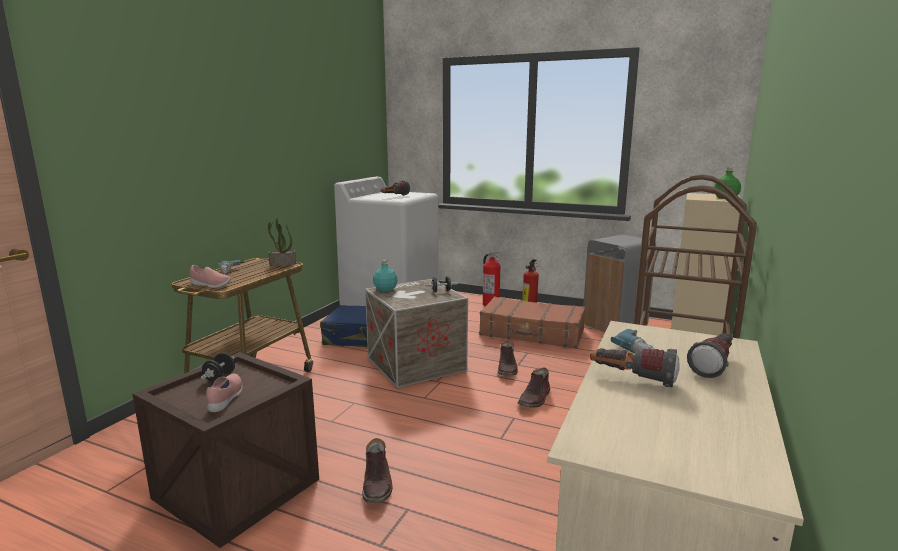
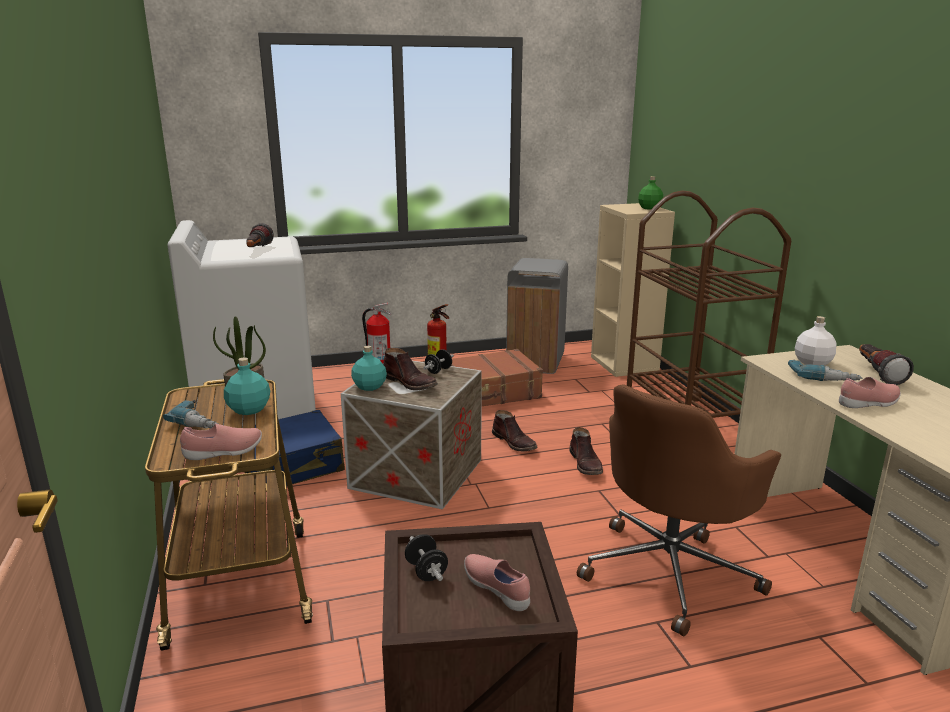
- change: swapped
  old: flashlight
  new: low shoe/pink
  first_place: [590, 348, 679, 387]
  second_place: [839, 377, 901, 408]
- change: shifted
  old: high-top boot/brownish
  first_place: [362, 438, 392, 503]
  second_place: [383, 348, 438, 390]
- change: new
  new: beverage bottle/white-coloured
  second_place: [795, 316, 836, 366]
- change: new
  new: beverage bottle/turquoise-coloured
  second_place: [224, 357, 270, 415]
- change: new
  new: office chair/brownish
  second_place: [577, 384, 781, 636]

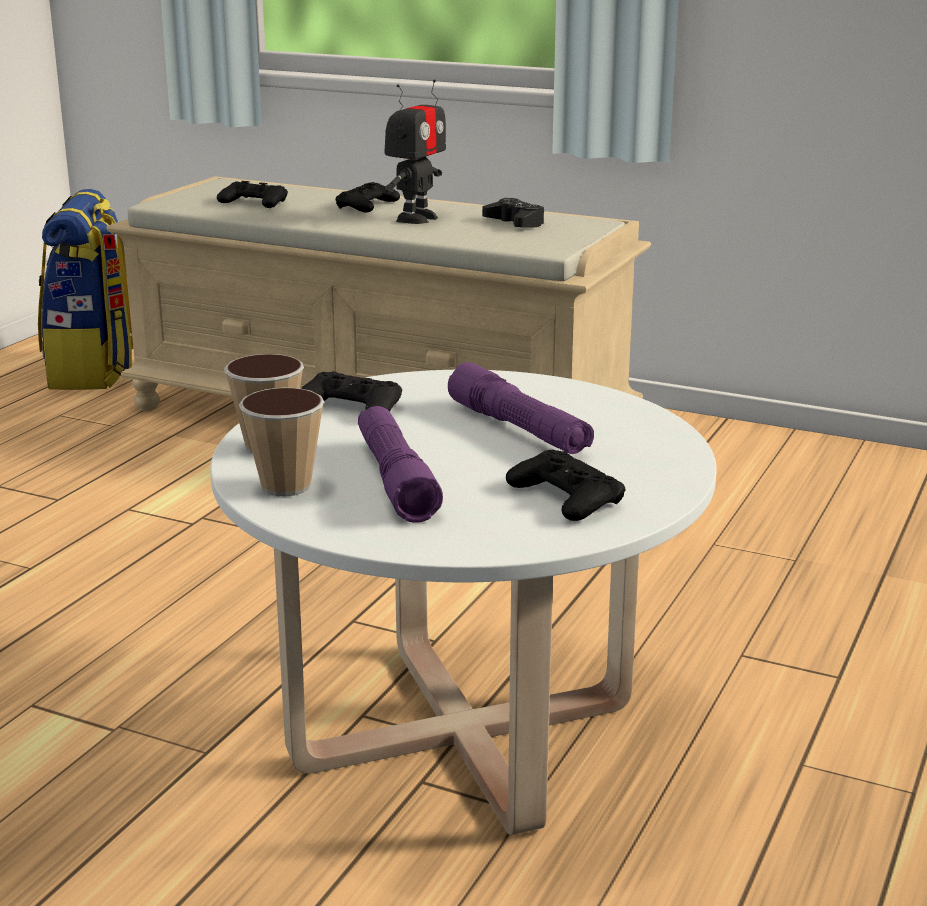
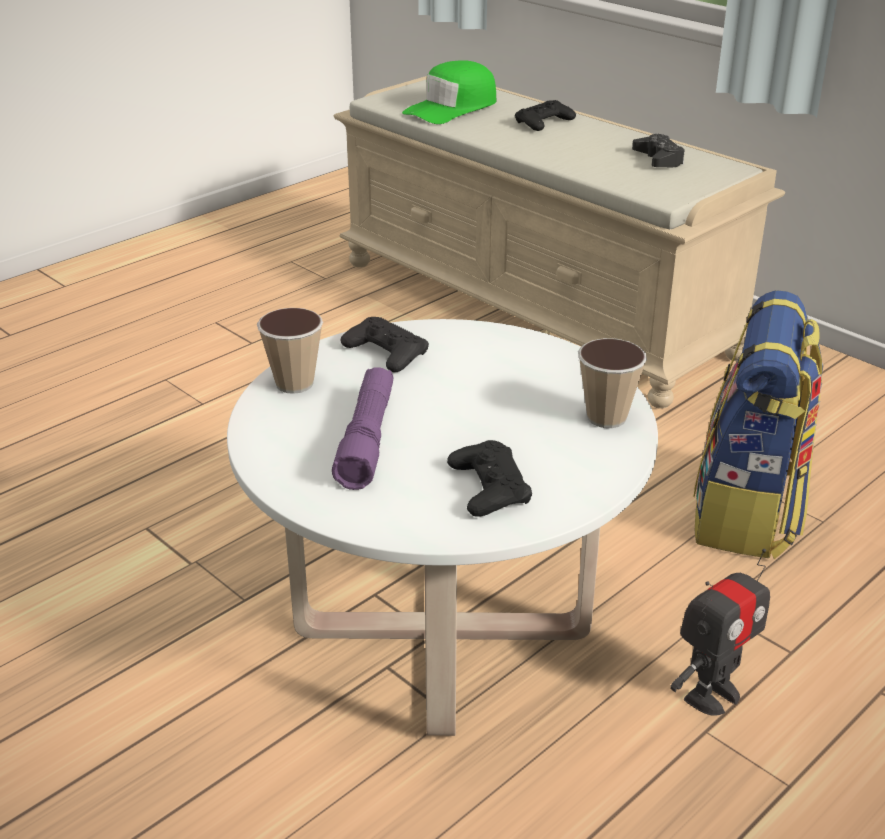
- change: shifted
  old: robot figure
  first_place: [384, 80, 446, 224]
  second_place: [670, 549, 770, 716]
- change: swapped
  old: joypad/black
  new: cap/green
  first_place: [217, 181, 288, 208]
  second_place: [402, 60, 497, 124]
- change: shifted
  old: backpack
  first_place: [38, 189, 133, 390]
  second_place: [693, 290, 824, 559]
- change: gone
  old: flashlight/purple
  first_place: [448, 362, 594, 454]
- change: shifted
  old: cup
  first_place: [239, 387, 325, 496]
  second_place: [578, 338, 647, 428]

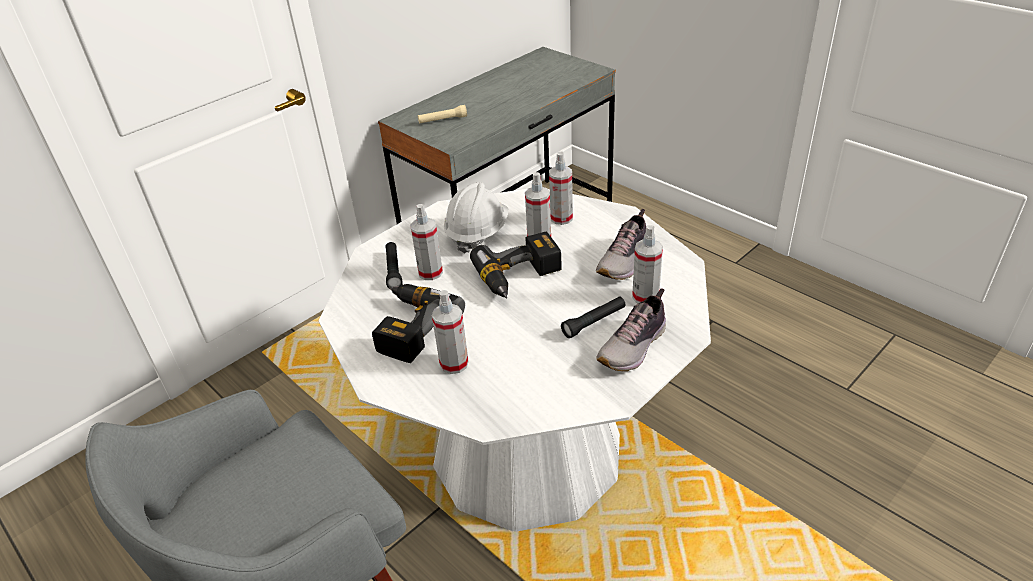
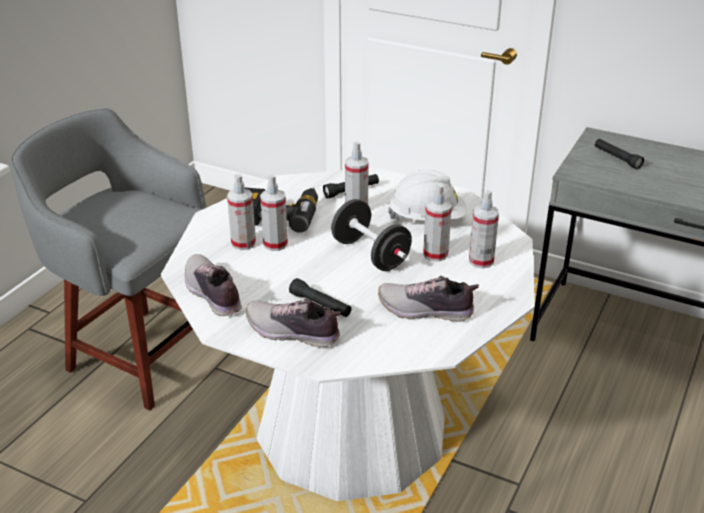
- change: repainted
  old: flashlight/sand-coloured
  new: flashlight/black
  first_place: [418, 105, 467, 124]
  second_place: [595, 139, 644, 169]
- change: shifted
  old: spray bottle
  first_place: [632, 225, 663, 303]
  second_place: [260, 174, 288, 251]
- change: swapped
  old: drill
  new: hand weight/black
  first_place: [470, 231, 562, 299]
  second_place: [331, 199, 412, 271]
- change: new
  new: low shoe
  second_place: [185, 254, 242, 316]

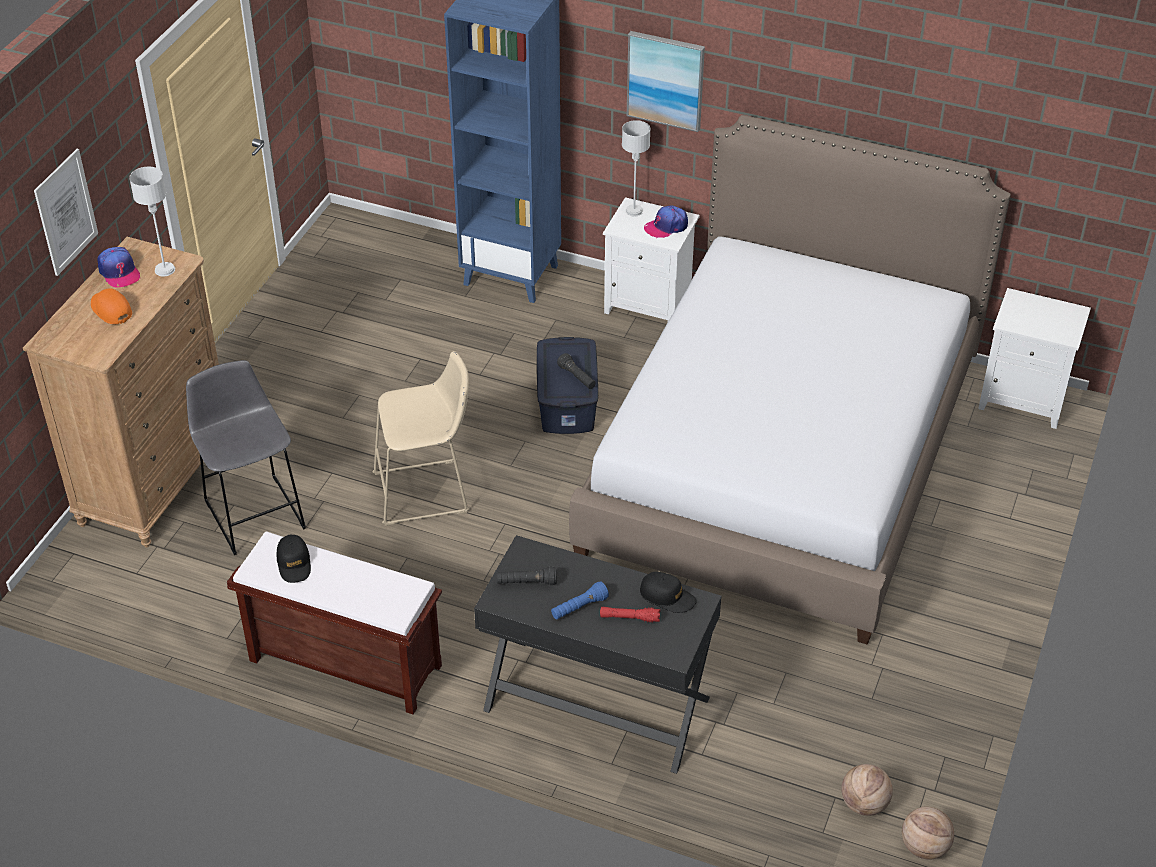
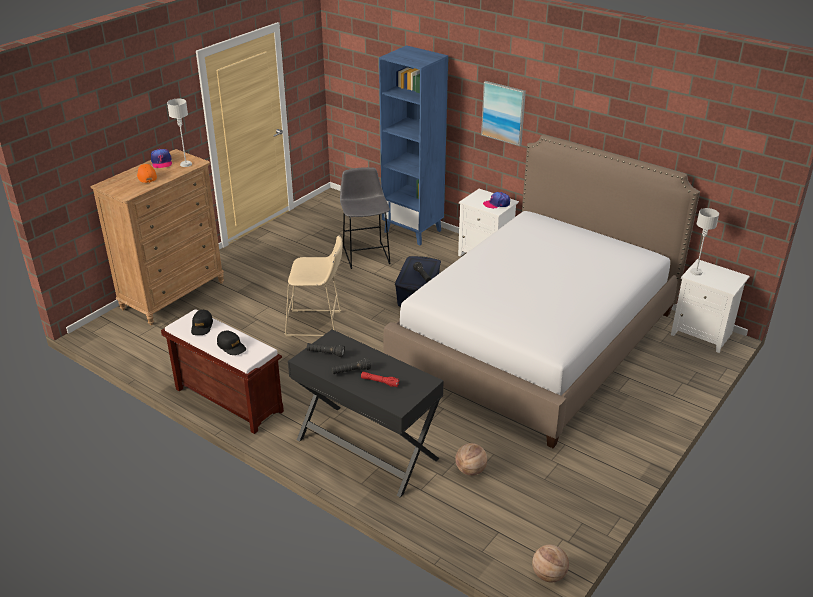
- change: shifted
  old: table lamp/gray
  first_place: [622, 120, 650, 217]
  second_place: [690, 208, 719, 276]
- change: gone
  old: picture
  first_place: [34, 149, 98, 276]
- change: shifted
  old: sitting stool/gray
  first_place: [186, 360, 306, 555]
  second_place: [340, 167, 391, 269]
- change: shifted
  old: cap/black
  first_place: [640, 572, 697, 613]
  second_place: [217, 331, 246, 355]
- change: repainted
  old: flashlight/blue-coloured
  new: flashlight/black
  first_place: [551, 582, 609, 620]
  second_place: [331, 358, 371, 374]
- change: shifted
  old: basketball
  first_place: [841, 764, 893, 816]
  second_place: [455, 443, 487, 476]

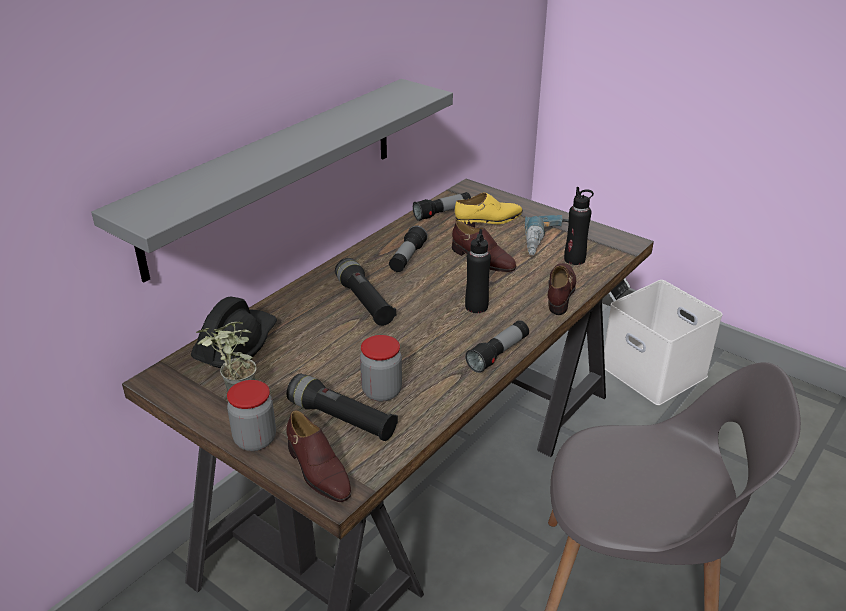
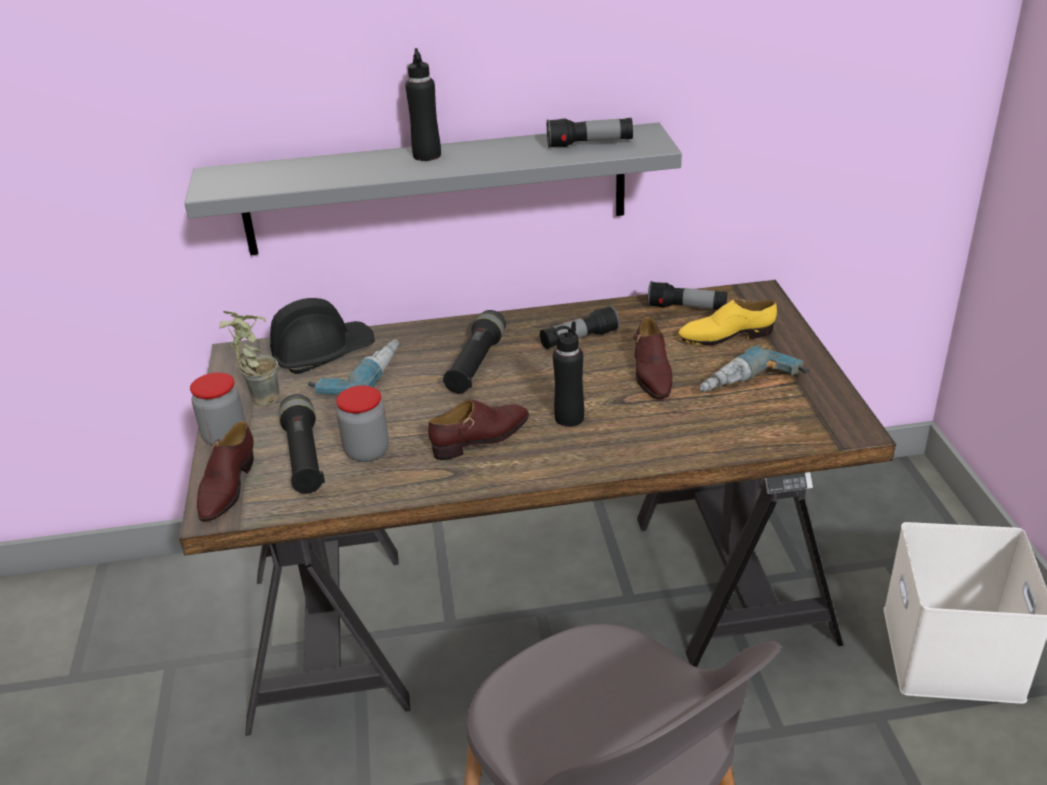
- change: shifted
  old: beverage bottle/black
  first_place: [564, 187, 594, 265]
  second_place: [405, 48, 441, 161]
- change: rotated
  old: low shoe/yellow-coloured
  first_place: [455, 192, 523, 227]
  second_place: [677, 299, 777, 345]
  degrees: 150
- change: shifted
  old: low shoe/brownish
  first_place: [548, 263, 576, 315]
  second_place: [428, 399, 529, 460]
- change: shifted
  old: flashlight
  first_place: [465, 320, 529, 373]
  second_place: [547, 118, 633, 148]
- change: new
  new: drill
  second_place: [308, 340, 399, 395]

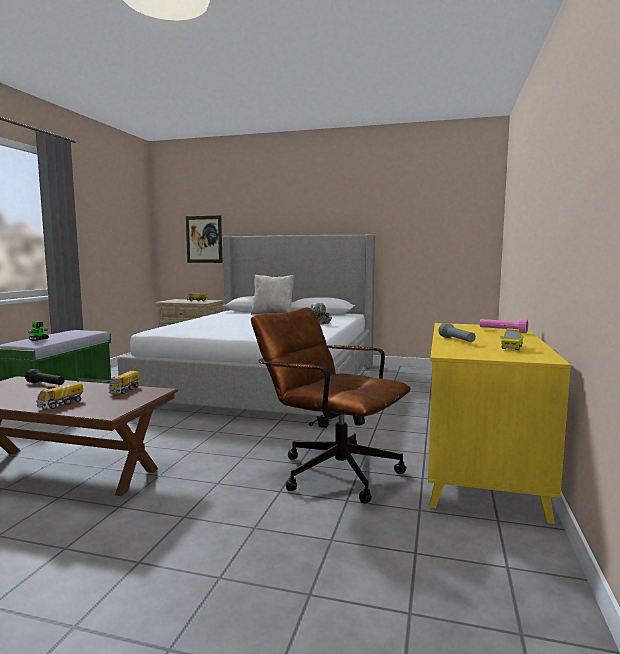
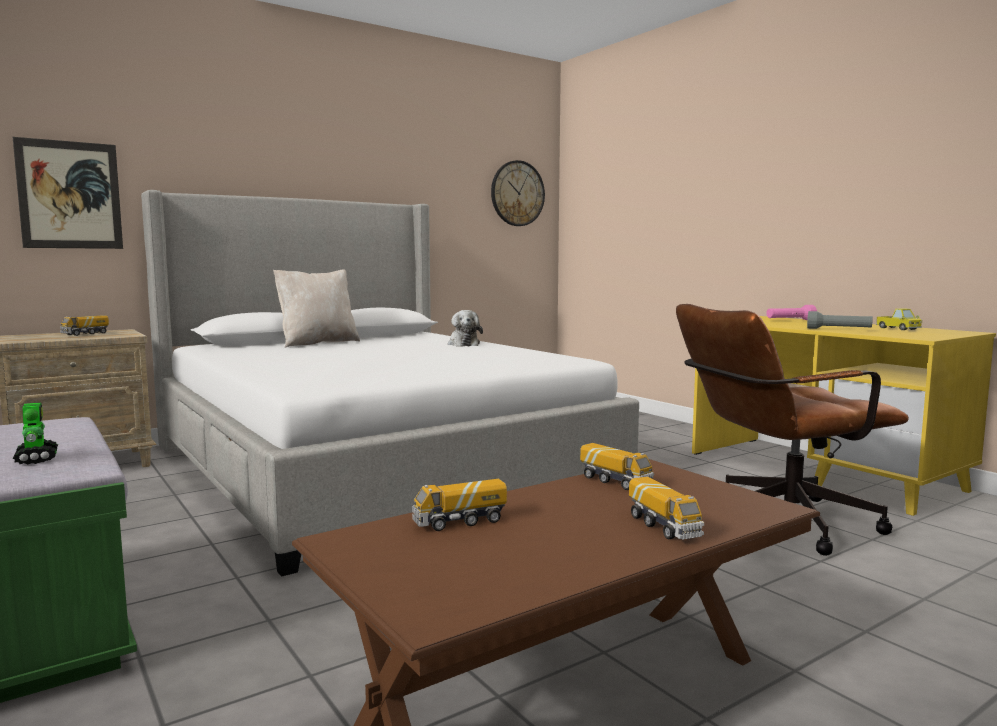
- change: swapped
  old: flashlight/black
  new: model truck
  first_place: [25, 369, 64, 385]
  second_place: [412, 479, 507, 531]
- change: new
  new: hanging clock
  second_place: [491, 160, 545, 226]

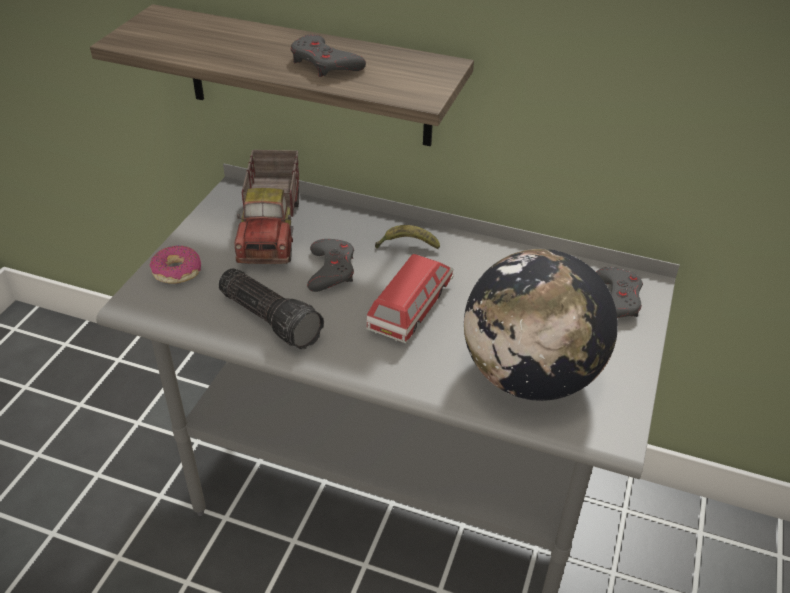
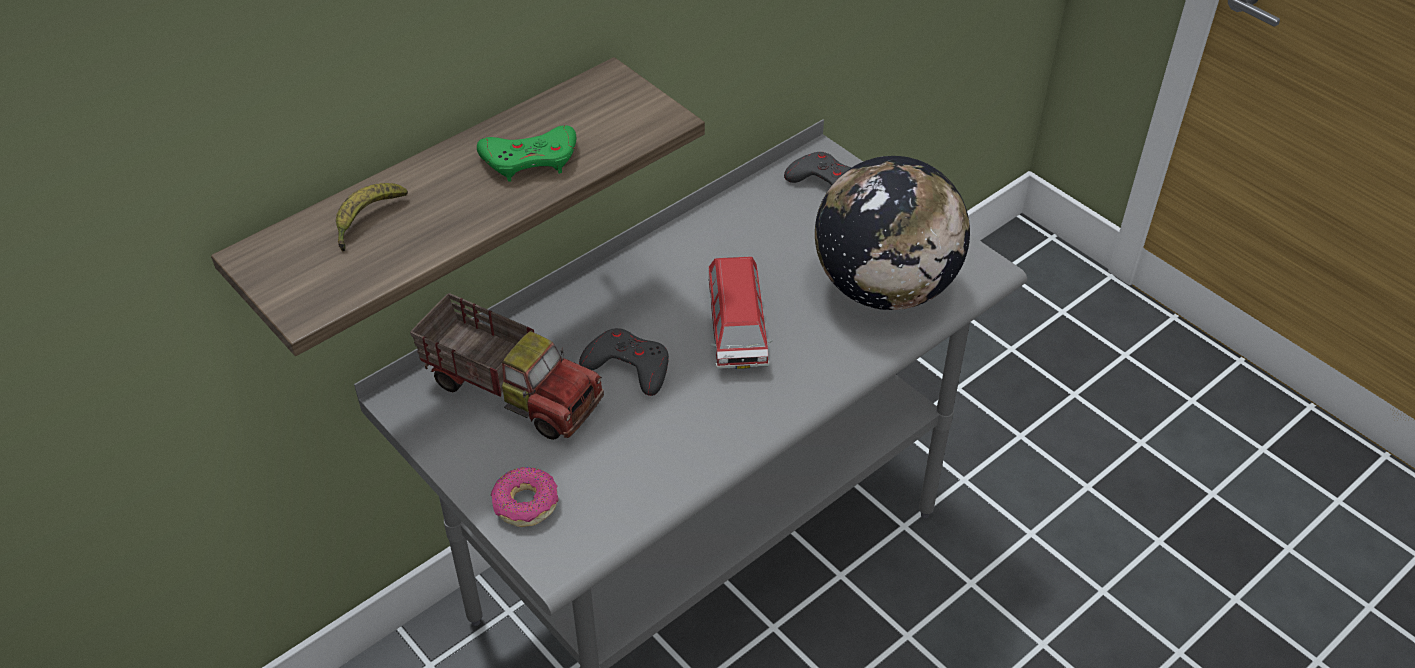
- change: repainted
  old: joypad/gray
  new: joypad/green
  first_place: [290, 34, 366, 77]
  second_place: [477, 125, 576, 182]
- change: shifted
  old: banana
  first_place: [375, 225, 440, 249]
  second_place: [336, 183, 408, 251]
- change: rotated
  old: model car
  first_place: [366, 254, 454, 343]
  second_place: [708, 257, 772, 369]
  degrees: -150
- change: gone
  old: flashlight
  first_place: [218, 268, 324, 349]

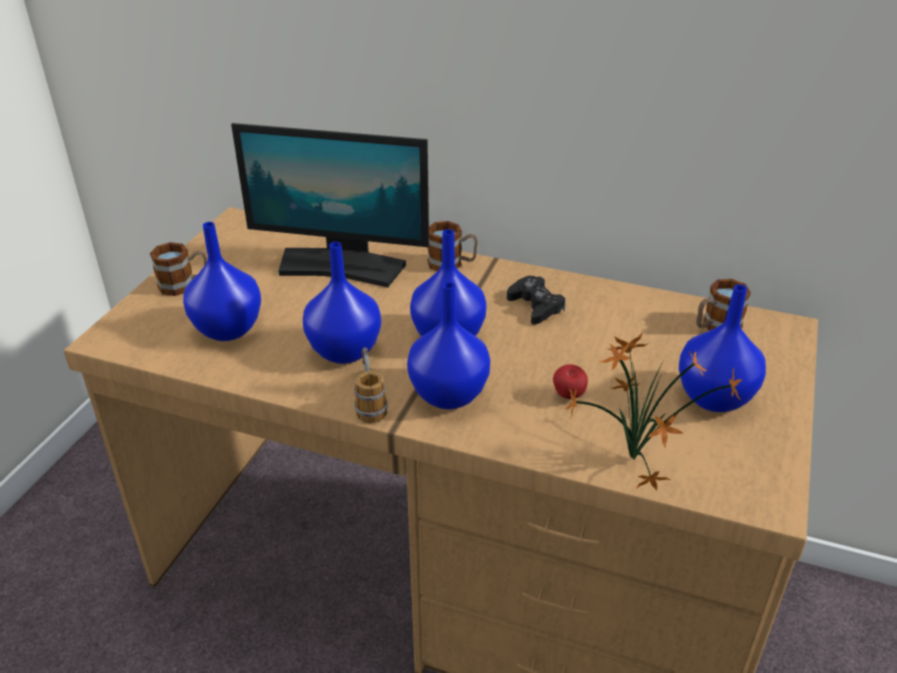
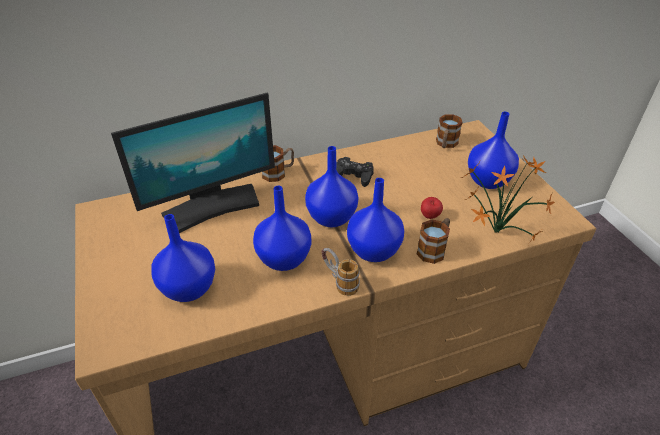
- change: shifted
  old: coffee mug
  first_place: [150, 242, 207, 296]
  second_place: [417, 218, 450, 264]

